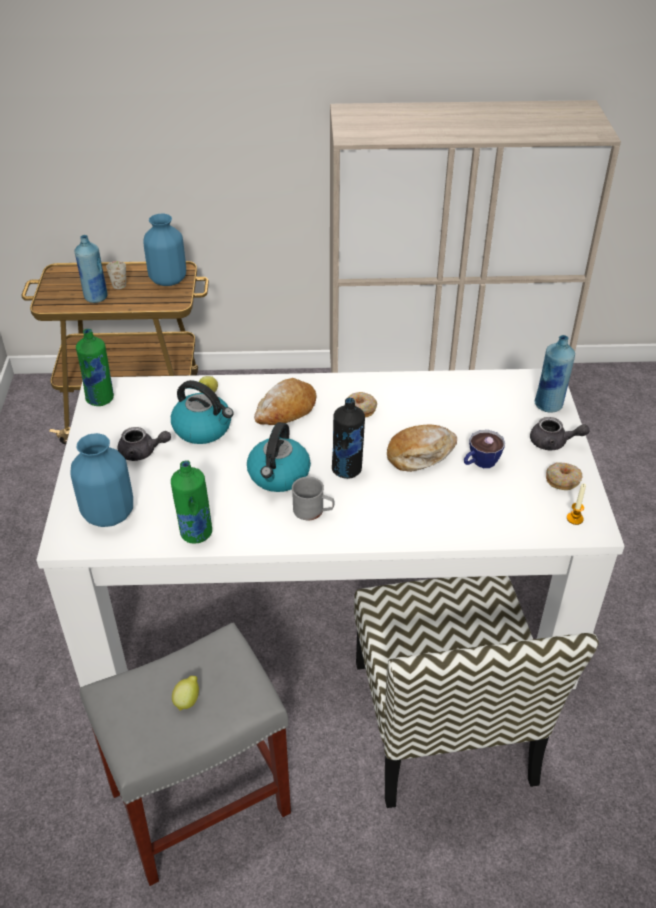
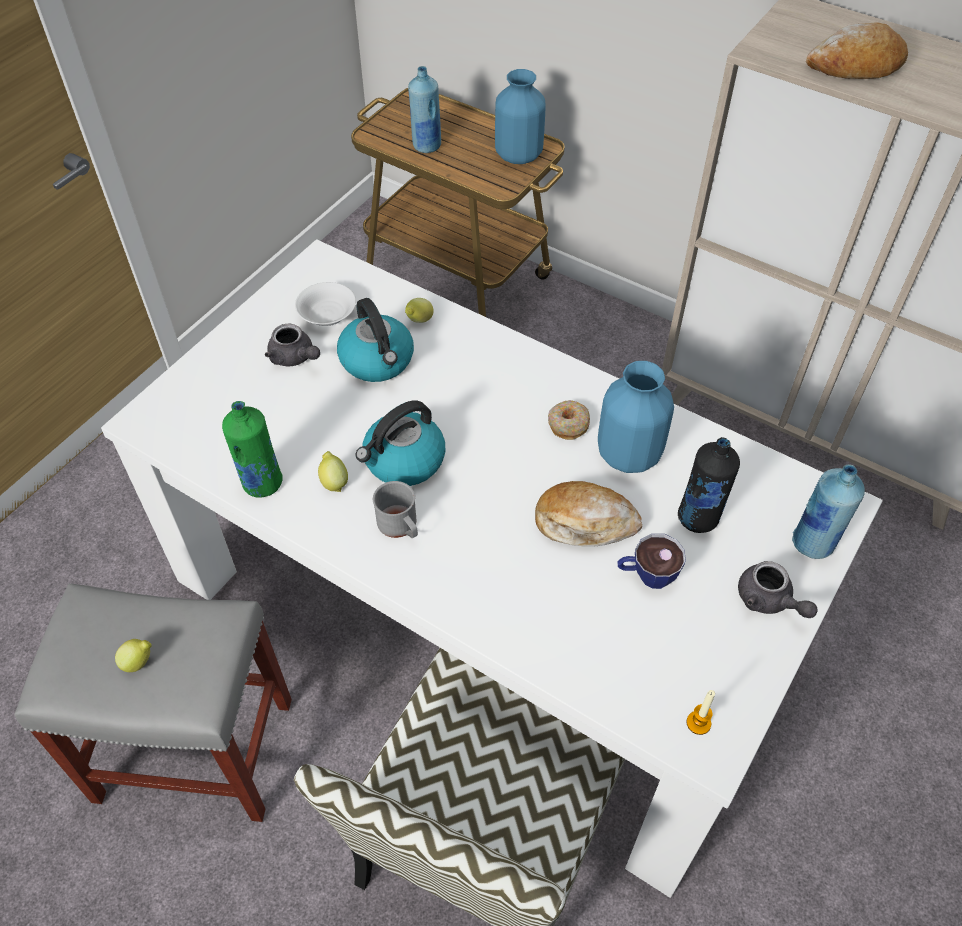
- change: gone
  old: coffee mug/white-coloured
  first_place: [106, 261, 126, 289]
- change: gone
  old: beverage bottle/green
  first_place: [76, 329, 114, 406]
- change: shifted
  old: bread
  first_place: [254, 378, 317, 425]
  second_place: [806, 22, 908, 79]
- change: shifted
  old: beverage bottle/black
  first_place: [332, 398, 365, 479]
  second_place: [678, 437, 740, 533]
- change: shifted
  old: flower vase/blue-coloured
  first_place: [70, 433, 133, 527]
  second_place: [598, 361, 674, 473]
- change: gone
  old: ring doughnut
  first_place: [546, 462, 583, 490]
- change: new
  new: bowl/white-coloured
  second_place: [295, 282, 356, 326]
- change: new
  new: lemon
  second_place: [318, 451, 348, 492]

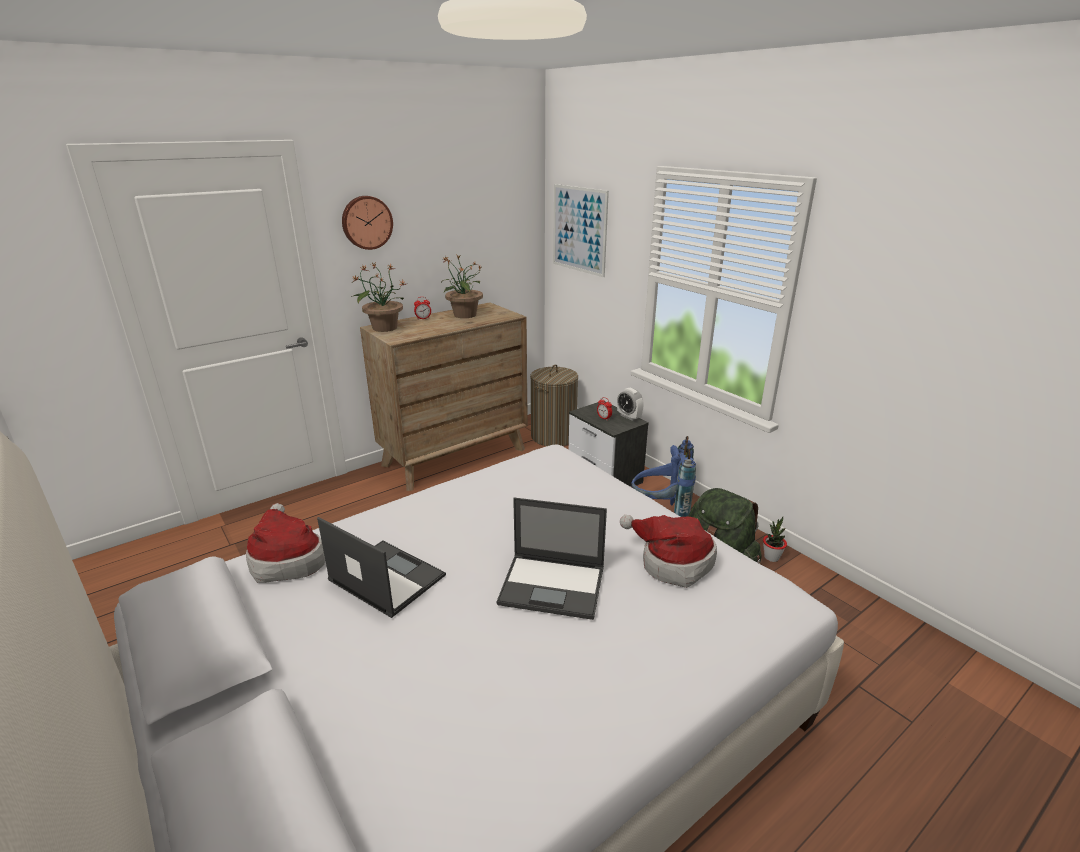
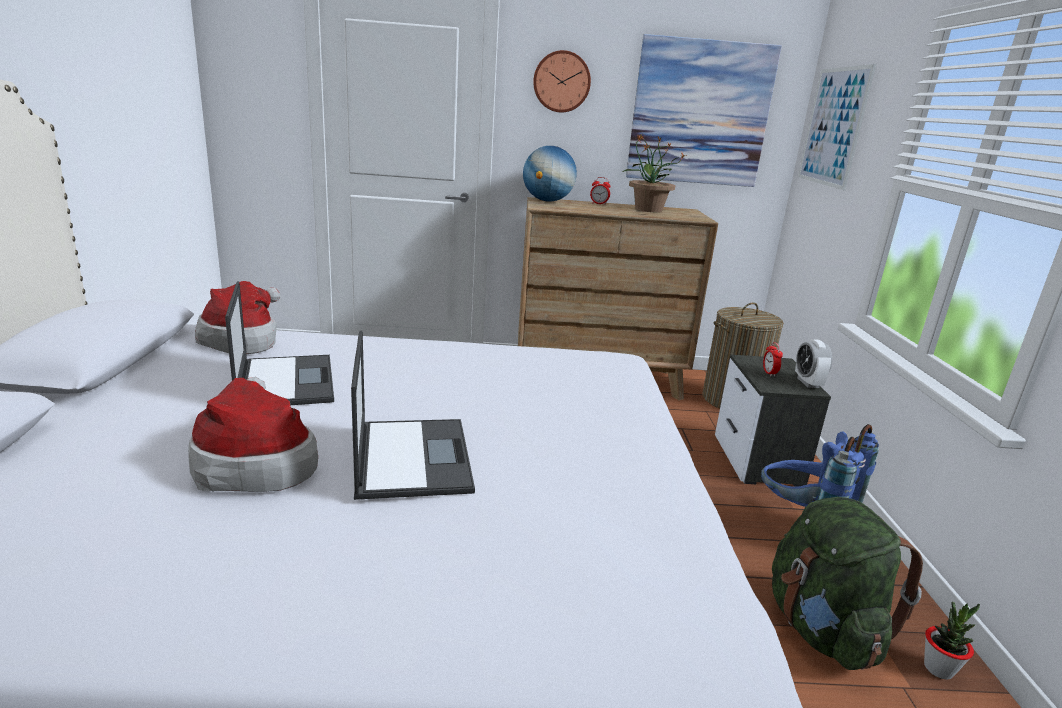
- change: swapped
  old: potted plant
  new: globe
  first_place: [353, 263, 406, 332]
  second_place: [523, 146, 577, 202]
- change: rotated
  old: laptop
  first_place: [496, 498, 607, 620]
  second_place: [351, 331, 475, 500]
  degrees: -150
- change: shifted
  old: hat
  first_place: [620, 515, 717, 588]
  second_place: [188, 377, 318, 492]
- change: new
  new: picture
  second_place: [626, 34, 782, 187]

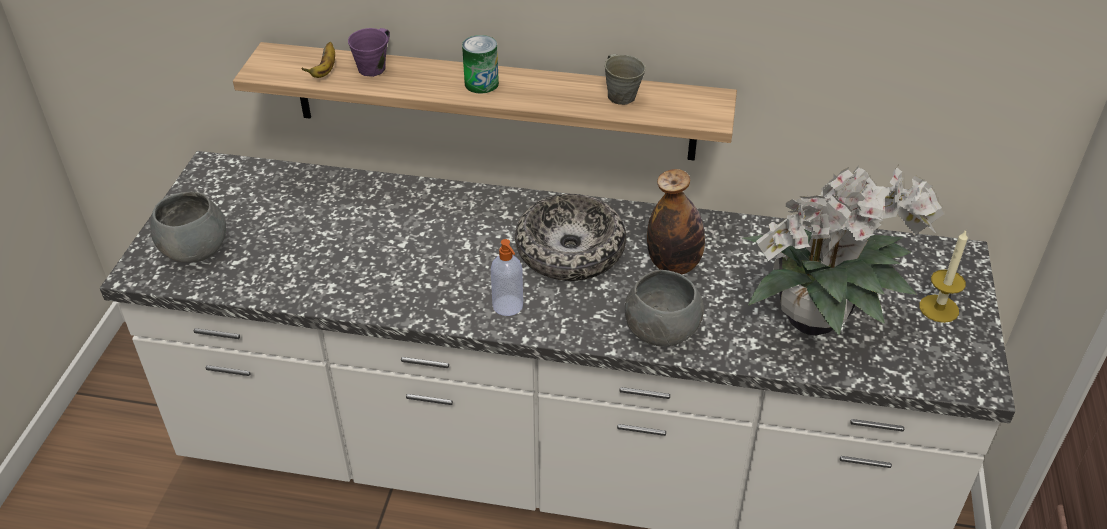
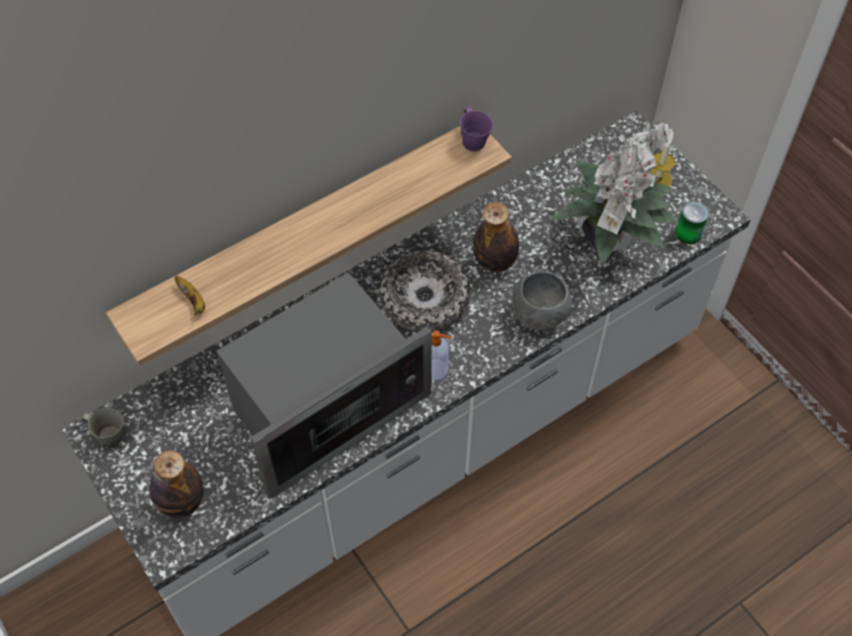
- change: shifted
  old: coffee mug/purple
  first_place: [348, 28, 390, 77]
  second_place: [460, 107, 493, 151]
- change: shifted
  old: can
  first_place: [462, 35, 499, 94]
  second_place: [675, 202, 709, 244]
- change: shifted
  old: coffee mug/gray
  first_place: [605, 54, 646, 105]
  second_place: [81, 408, 123, 448]
- change: swapped
  old: bowl/gray
  new: beverage bottle
  first_place: [150, 192, 226, 263]
  second_place: [149, 451, 204, 518]
- change: new
  new: microwave oven
  second_place: [216, 272, 432, 499]

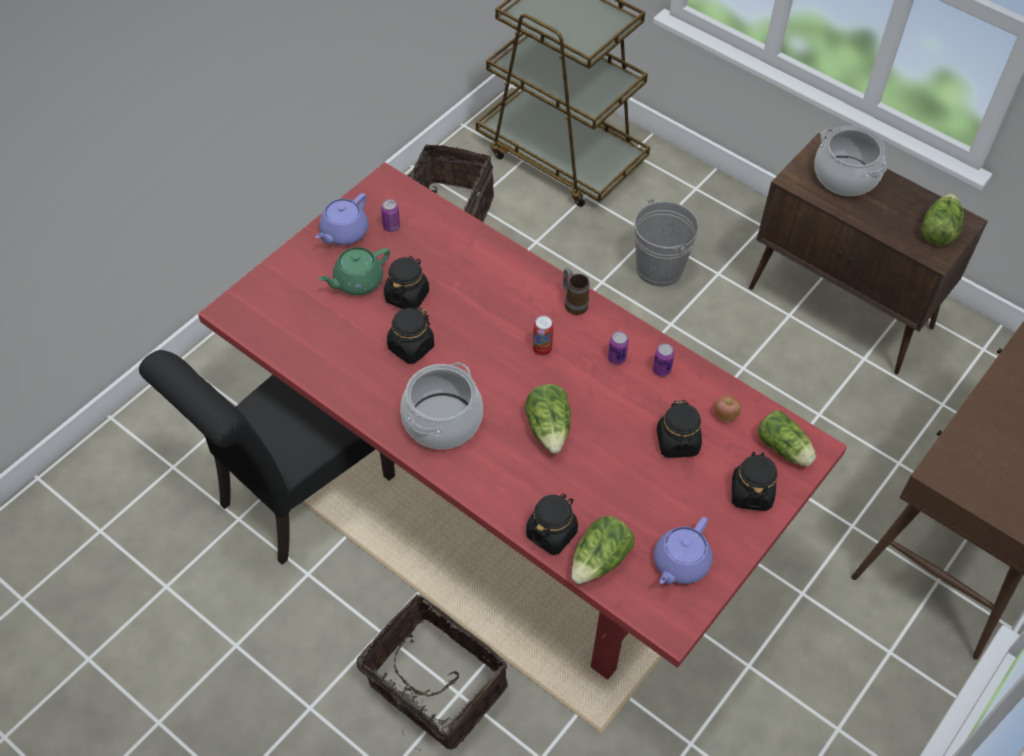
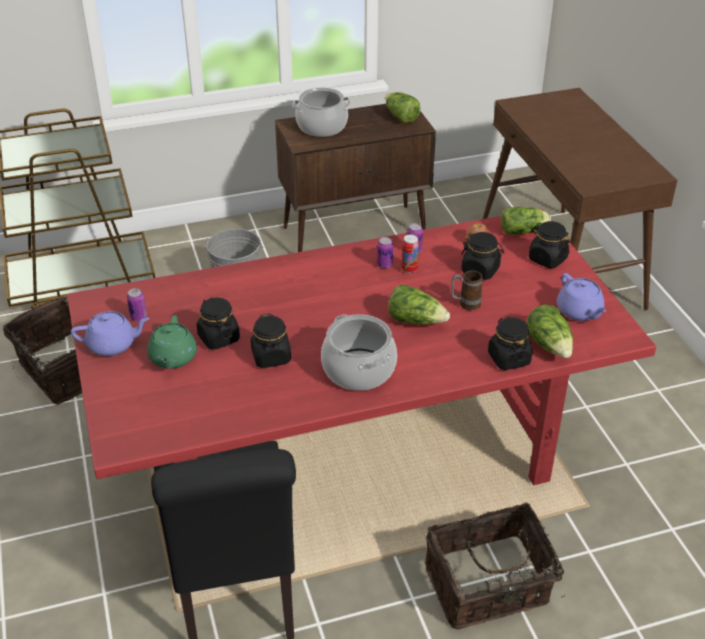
- change: rotated
  old: pot for tea/purple
  first_place: [316, 193, 369, 245]
  second_place: [71, 311, 150, 356]
  degrees: -75
- change: shifted
  old: coffee mug
  first_place: [563, 268, 590, 315]
  second_place: [451, 270, 483, 311]
- change: shifted
  old: can
  first_place: [533, 316, 554, 356]
  second_place: [401, 234, 419, 273]

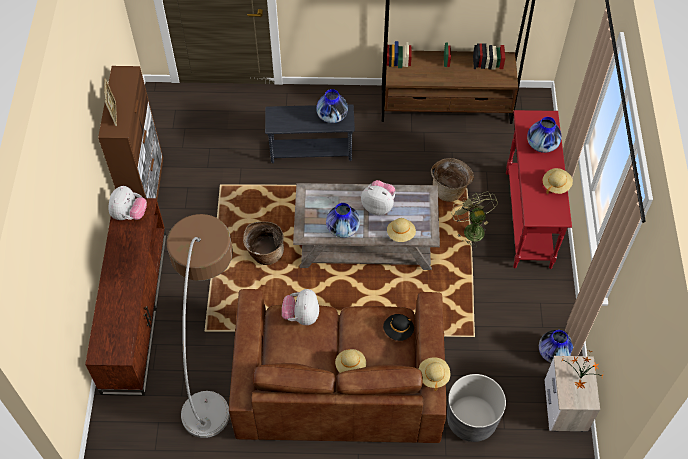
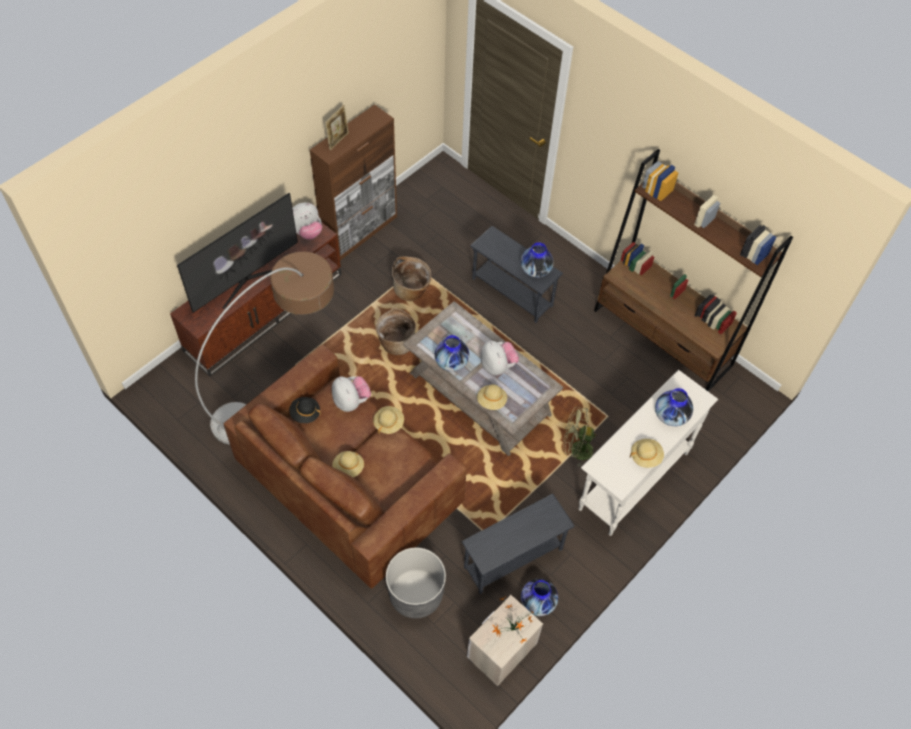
- change: repainted
  old: console table/red-coloured
  new: console table/white-coloured
  first_place: [506, 110, 572, 269]
  second_place: [579, 370, 718, 536]
- change: shifted
  old: storage basket
  first_place: [431, 158, 474, 202]
  second_place: [392, 256, 431, 301]
- change: rotated
  old: electric fan/green
  first_place: [451, 191, 498, 248]
  second_place: [563, 407, 596, 467]
  degrees: -105
- change: rotated
  old: cuddly toy
  first_place: [282, 289, 319, 325]
  second_place: [332, 376, 371, 412]
  degrees: 105
- change: shifted
  old: hat/black
  first_place: [383, 314, 414, 341]
  second_place: [290, 397, 321, 423]
- change: shifted
  old: hat/sand-coloured
  first_place: [419, 357, 450, 391]
  second_place: [373, 406, 404, 434]
- change: new
  new: TV
  second_place: [177, 193, 298, 313]
- change: new
  new: accent table/gray
  second_place: [461, 494, 575, 594]

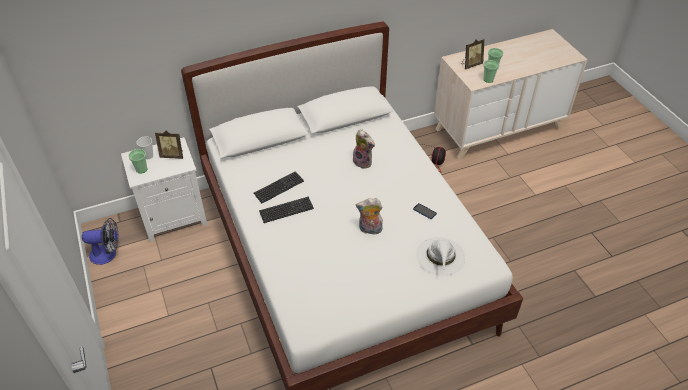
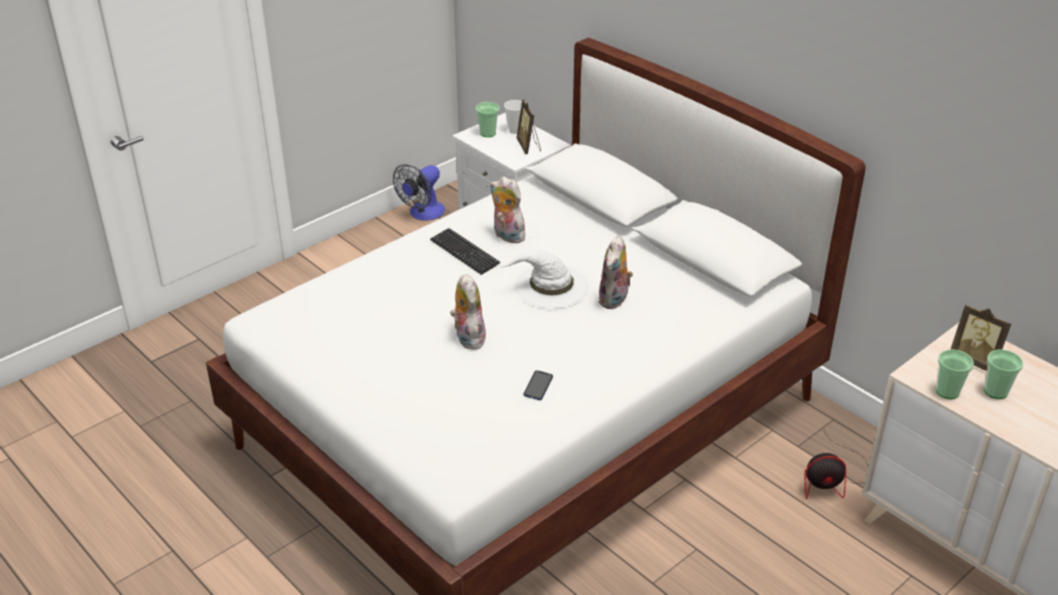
- change: swapped
  old: keyboard
  new: cuddly toy
  first_place: [254, 171, 304, 203]
  second_place: [490, 177, 525, 243]
- change: rotated
  old: electric fan
  first_place: [82, 218, 119, 265]
  second_place: [393, 164, 445, 221]
  degrees: 60
- change: shifted
  old: hat/white-coloured
  first_place: [416, 237, 465, 276]
  second_place: [499, 250, 589, 309]

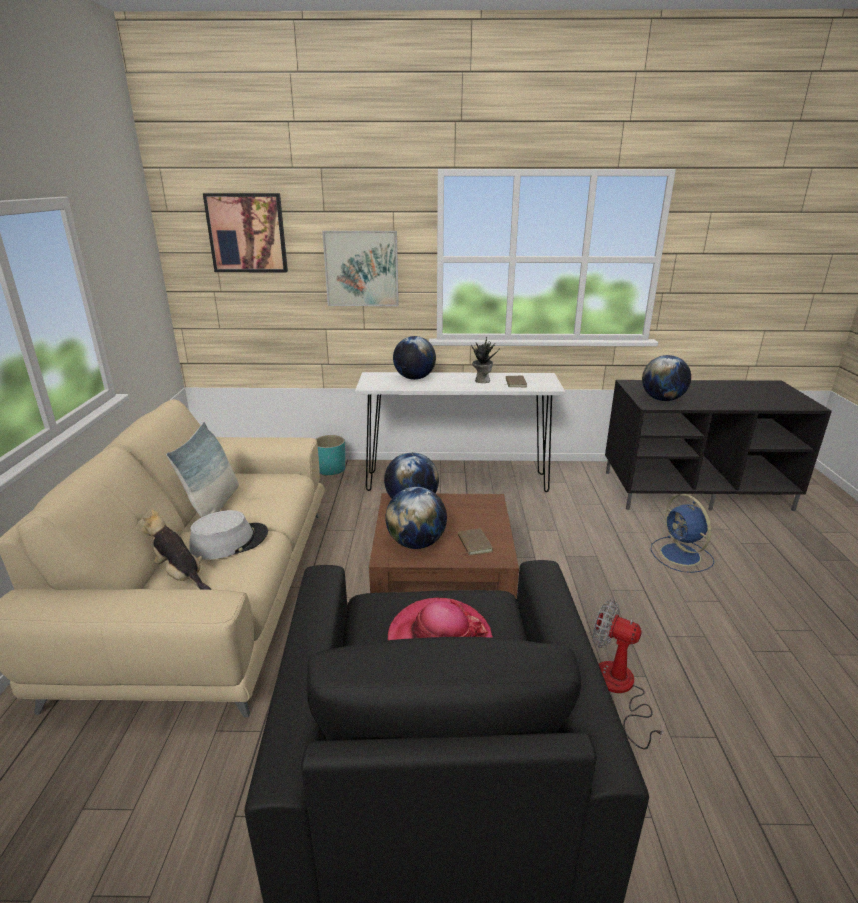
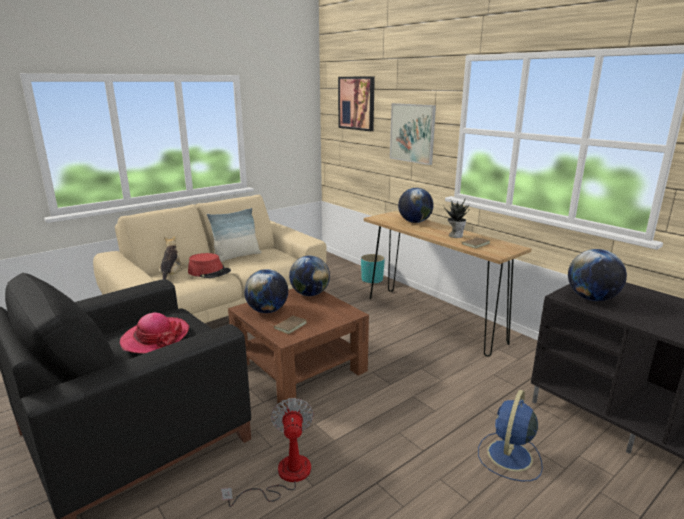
- change: repainted
  old: console table/white-coloured
  new: console table/brownish
  first_place: [355, 372, 565, 492]
  second_place: [364, 211, 531, 357]
- change: repainted
  old: hat/gray
  new: hat/red-coloured
  first_place: [189, 510, 268, 560]
  second_place: [188, 253, 231, 278]

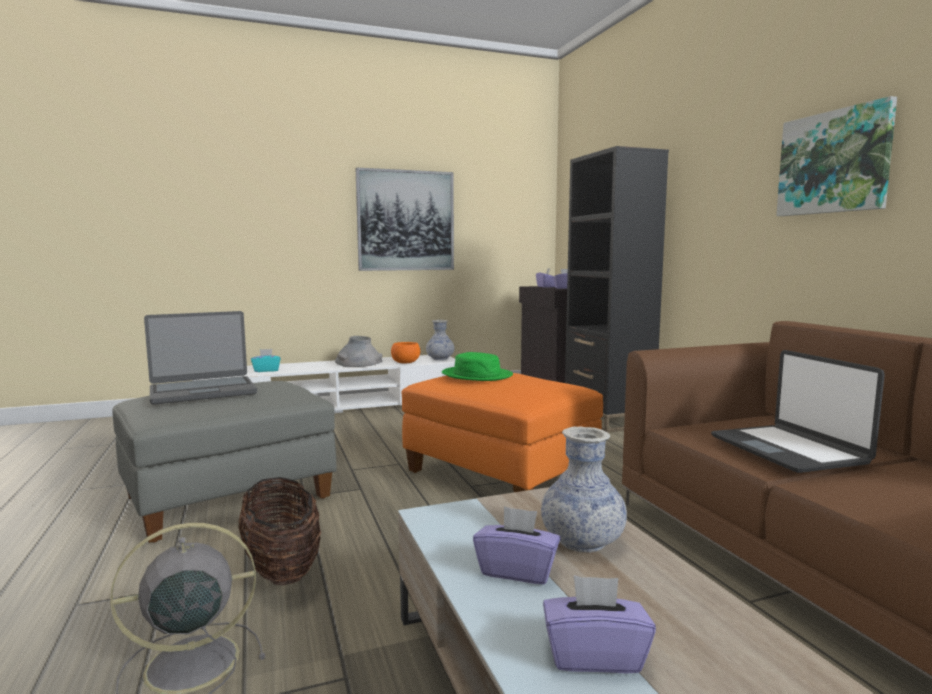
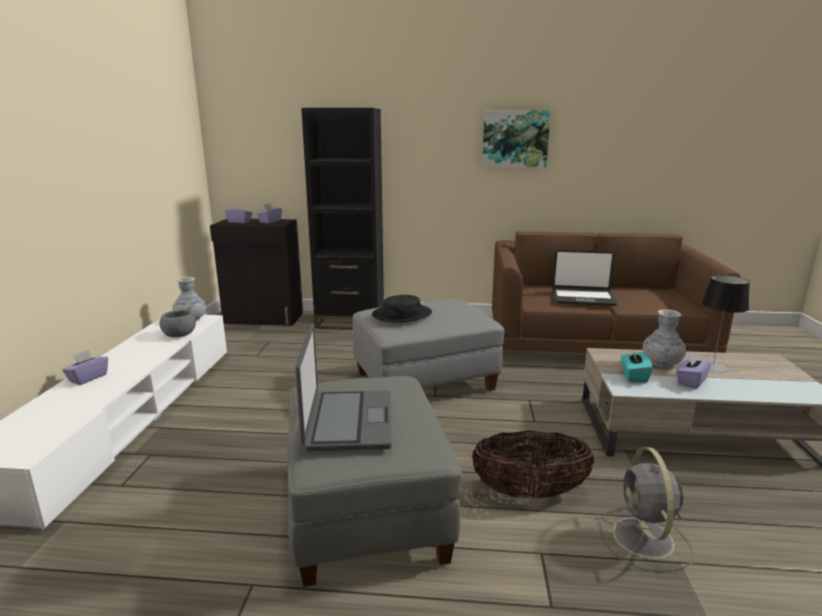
- change: gone
  old: picture
  first_place: [356, 168, 454, 271]
- change: gone
  old: flower vase/gray
  first_place: [335, 336, 383, 367]
- change: repainted
  old: bowl/orangey
  new: bowl/gray
  first_place: [391, 342, 420, 364]
  second_place: [159, 310, 196, 337]
- change: shifted
  old: box of tissues/turquoise-coloured
  first_place: [251, 349, 281, 372]
  second_place: [621, 349, 653, 383]
- change: repainted
  old: hat/green
  new: hat/black
  first_place: [442, 352, 513, 381]
  second_place: [372, 295, 432, 323]
- change: repainted
  old: pouffe/orangey
  new: pouffe/gray
  first_place: [402, 373, 603, 492]
  second_place: [353, 299, 504, 391]
- change: shifted
  old: box of tissues/purple
  first_place: [543, 575, 656, 674]
  second_place: [62, 350, 108, 385]
- change: new
  new: table lamp
  second_place: [702, 275, 750, 372]

